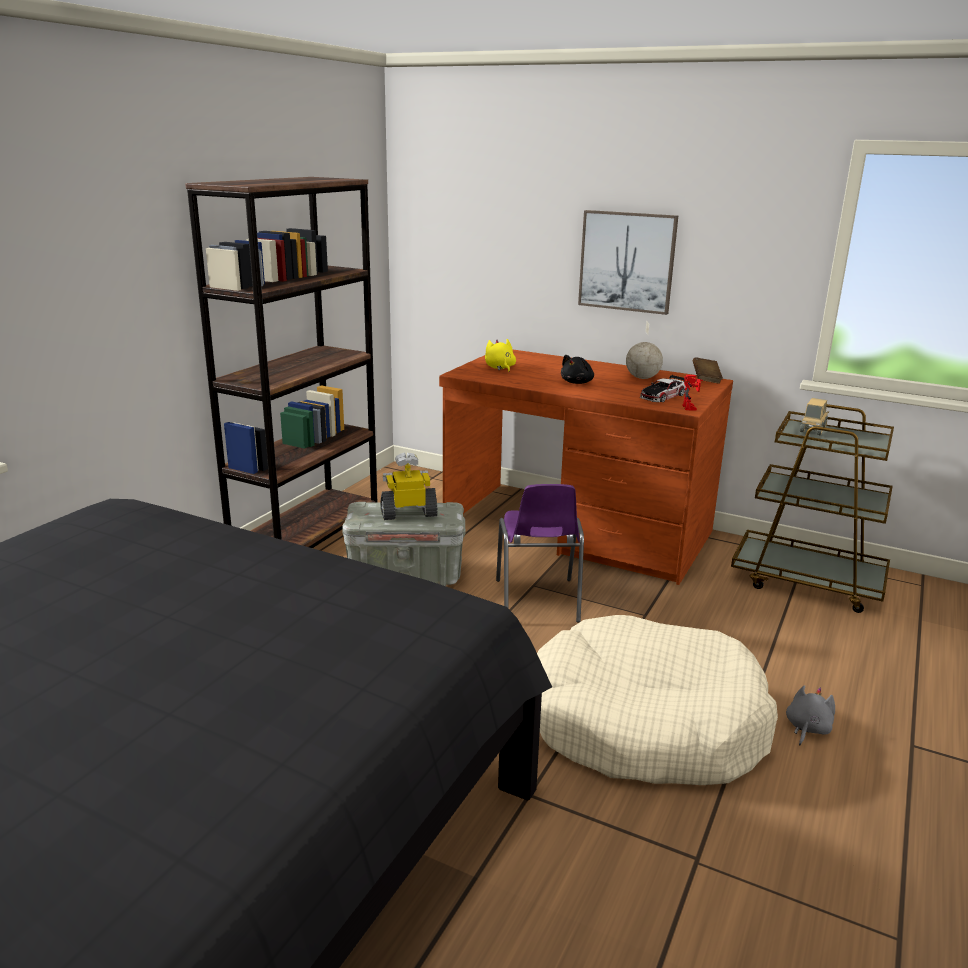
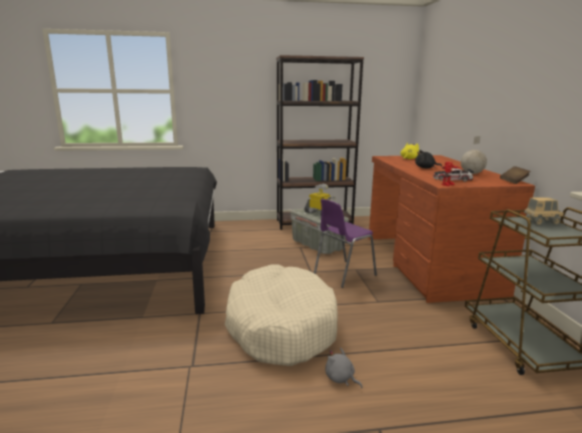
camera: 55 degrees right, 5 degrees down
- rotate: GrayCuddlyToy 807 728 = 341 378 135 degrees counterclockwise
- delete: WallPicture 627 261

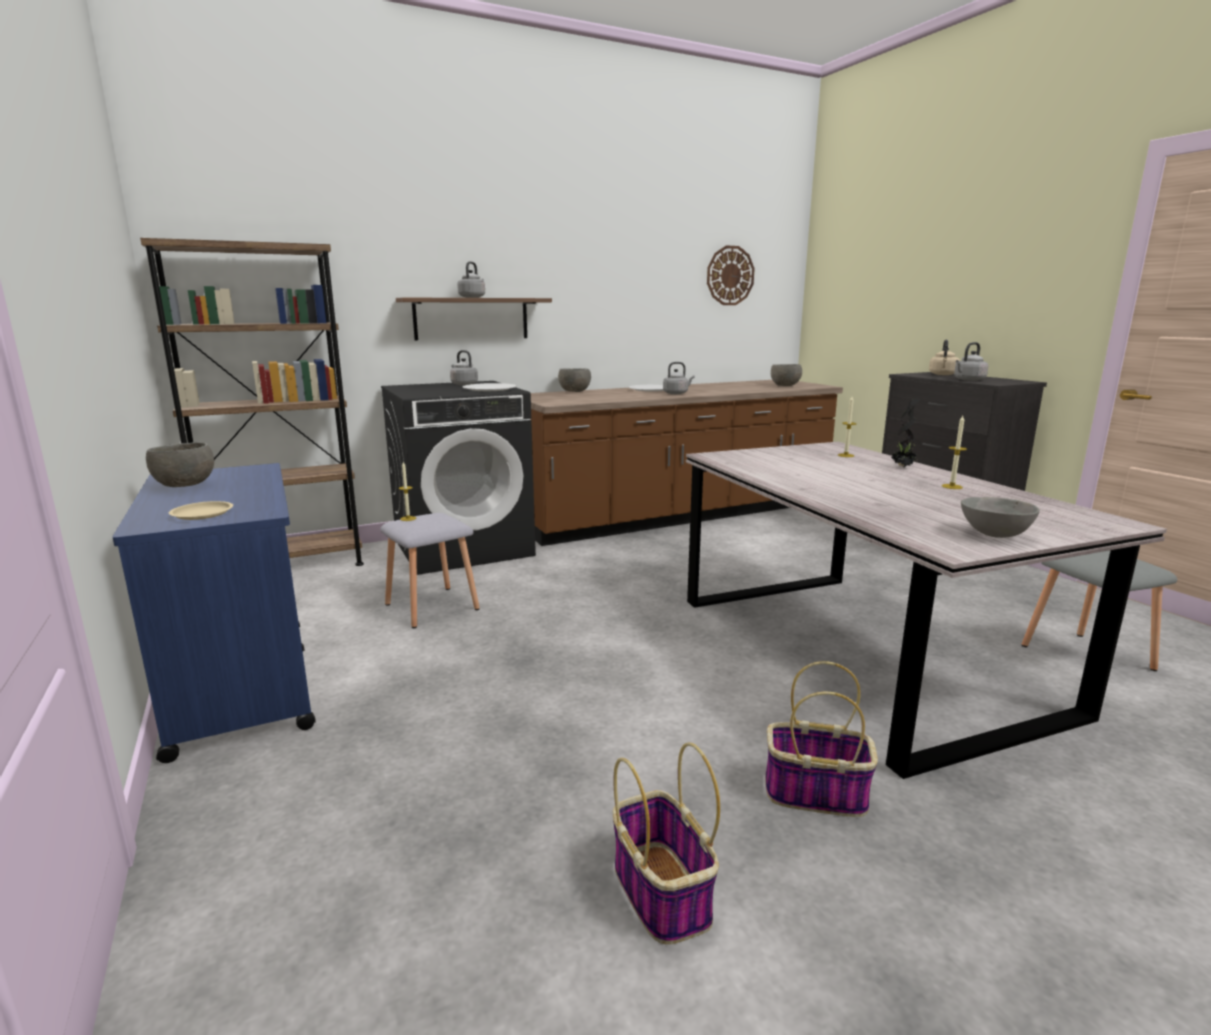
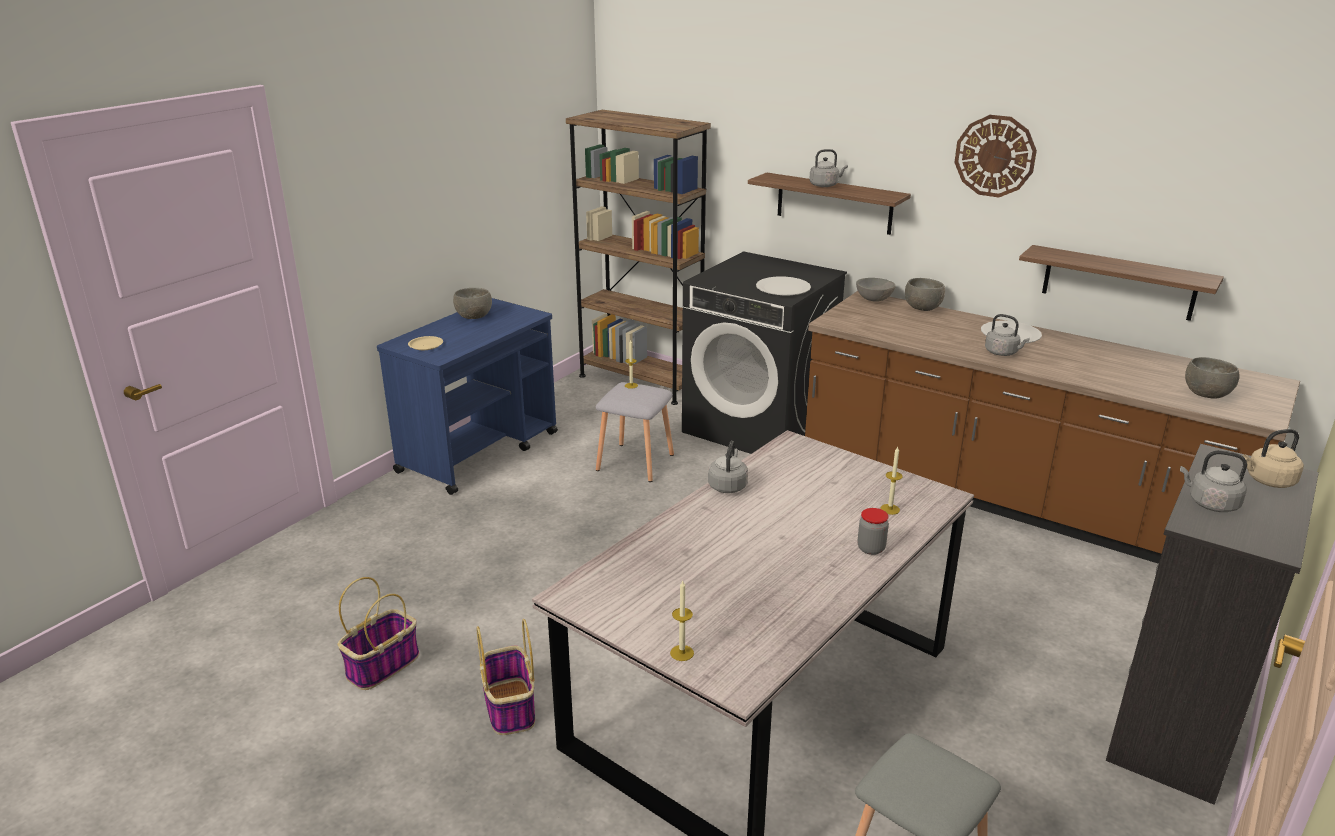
camera: 60 degrees right, 10 degrees up
- move: WaxCandle 952 486 to 682 653
- move: GrayKettle 463 384 to 728 485
- move: GrayBowl 993 535 to 873 299
- replace: PlantInAPot 903 467 to PreserveJar 871 548
- move: HangingClock 730 275 to 995 156
- insert: BracketShelf 1118 283

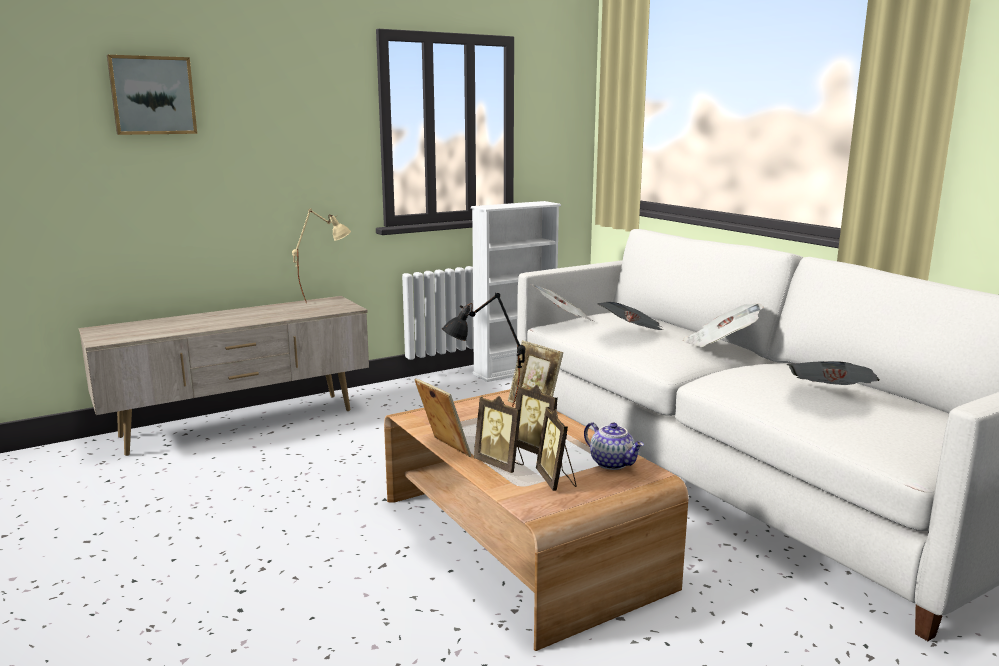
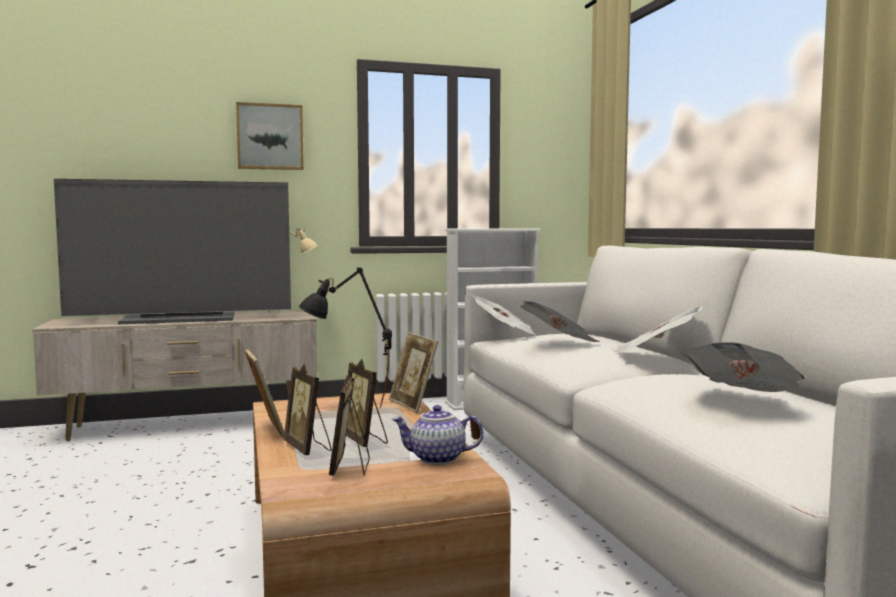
camera: 15 degrees right, 10 degrees down
- insert: TvSet 181 319
- move: WallPicture 152 95 to 270 137
- rotate: TeaPot 613 463 = 437 459 120 degrees clockwise

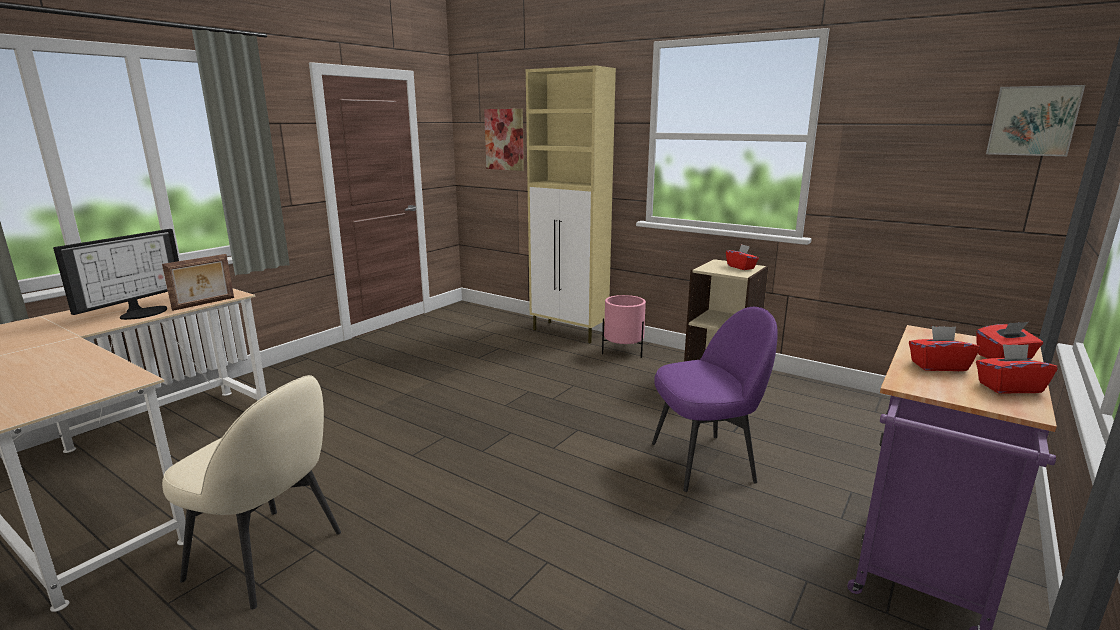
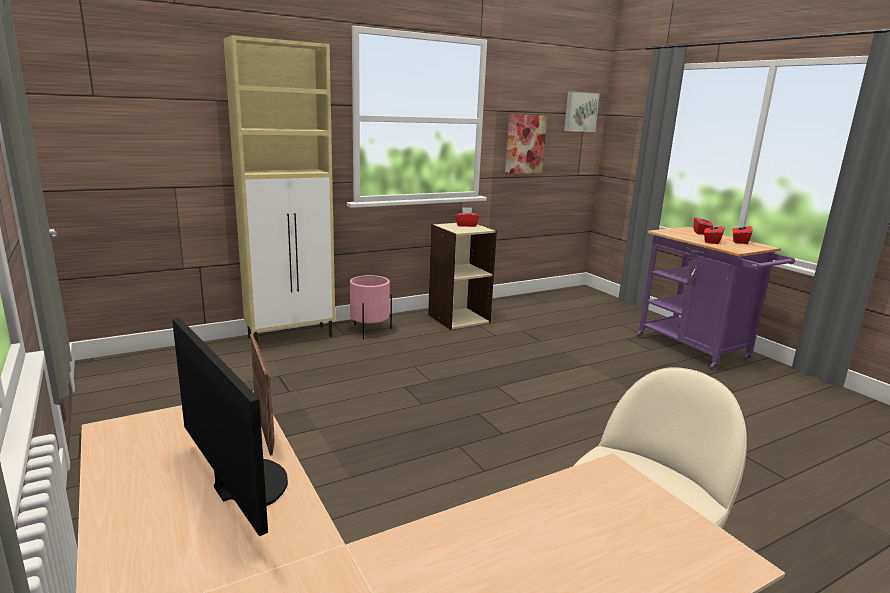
camera: 65 degrees left, 0 degrees up
- move: WallPicture 504 139 to 525 144
- delete: PurplishChair 705 461

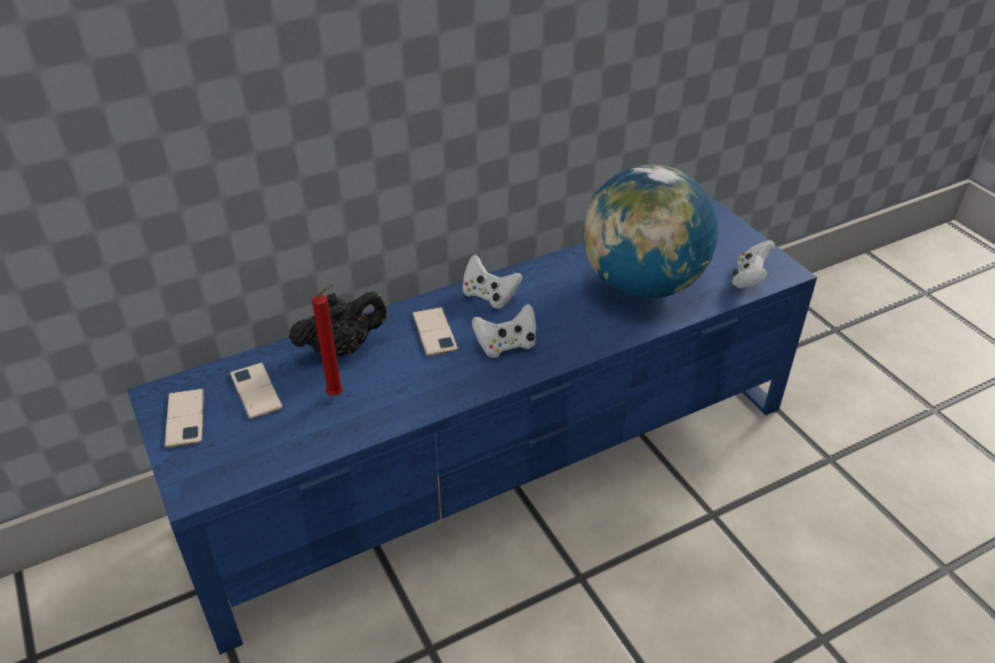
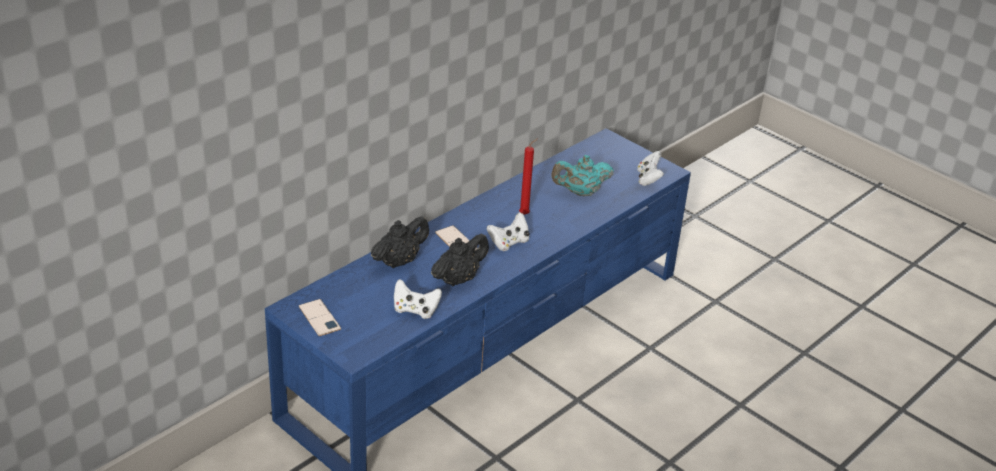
camera: 20 degrees left, 5 degrees down
- move: WhiteGameController 489 296 to 415 310
- insert: BlackishTeaPot 458 279
- move: ReddishWaxCandle 338 394 to 525 214
- replace: Globe 642 285 to BlueGreenTeaPot 580 192
- delete: Phone 256 391

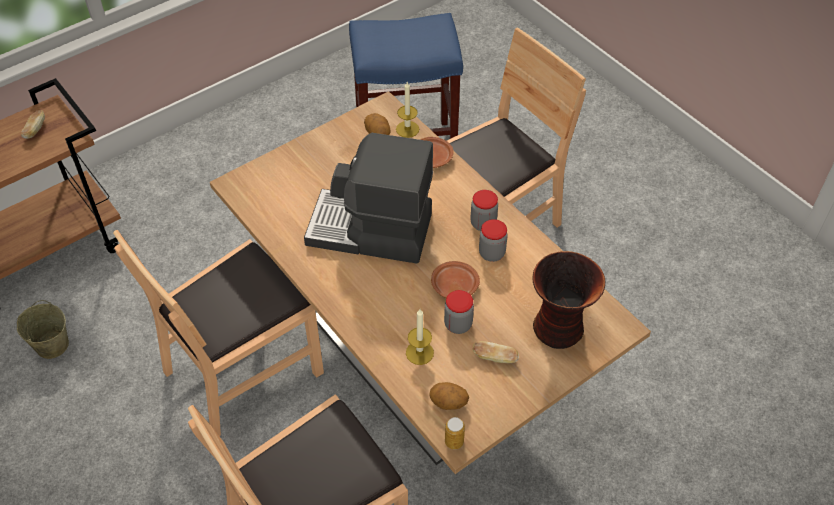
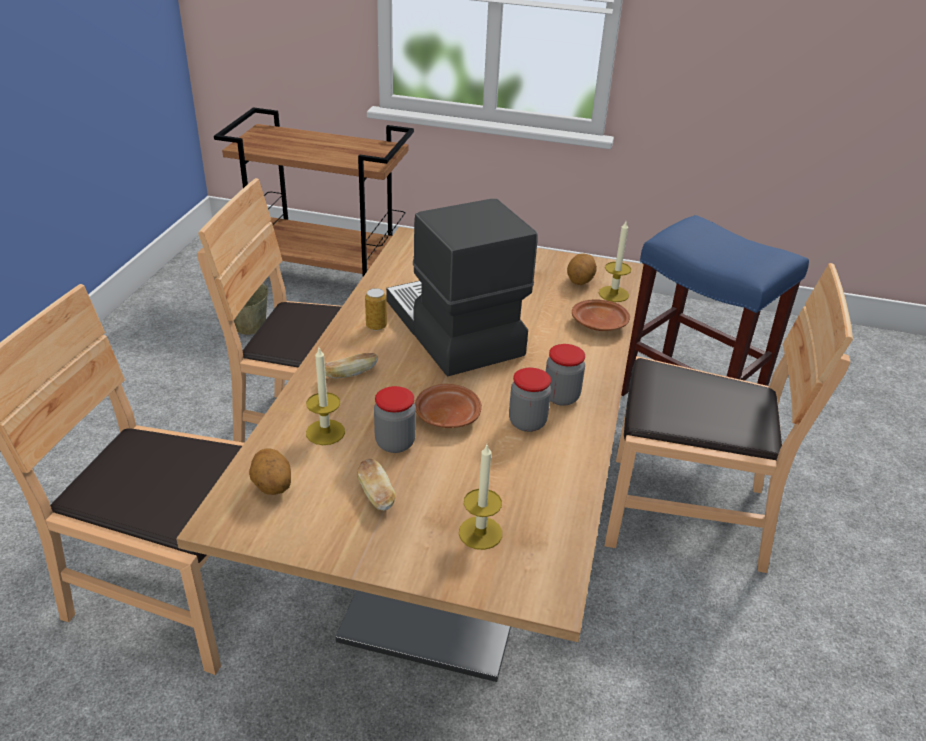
camera: 50 degrees right, 15 degrees down
- move: Bread 35 130 to 350 374
- move: MetalCan 454 442 to 376 326
- replace: Vase 560 329 to WaxCandle 480 533

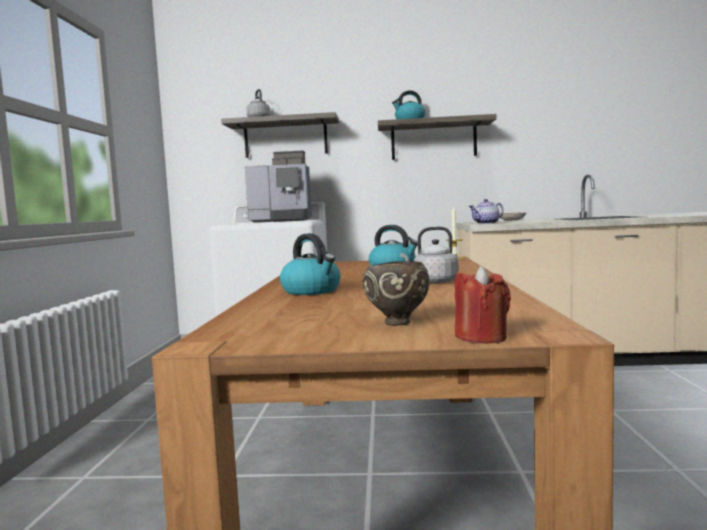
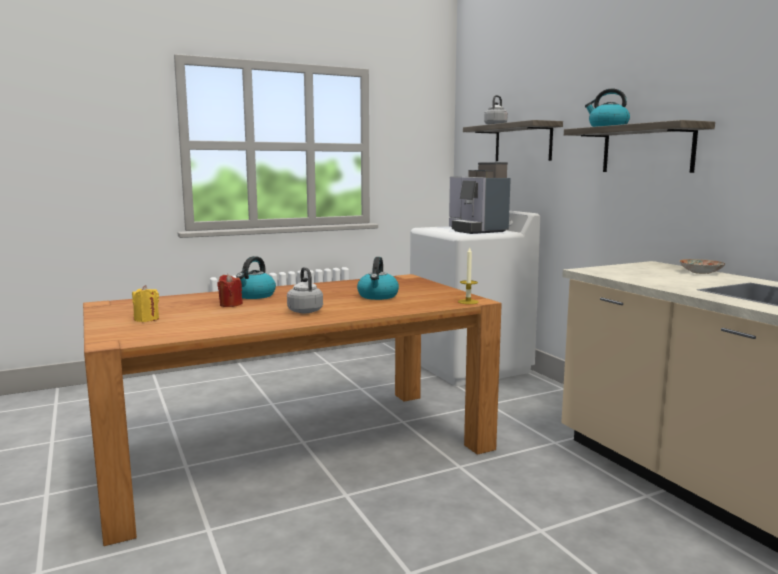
camera: 60 degrees right, 5 degrees up
- replace: BrownColouredBowl 397 322 to YellowWaxCandle 146 319
- move: ReddishWaxCandle 481 337 to 230 304
- delete: TeaPot 486 223

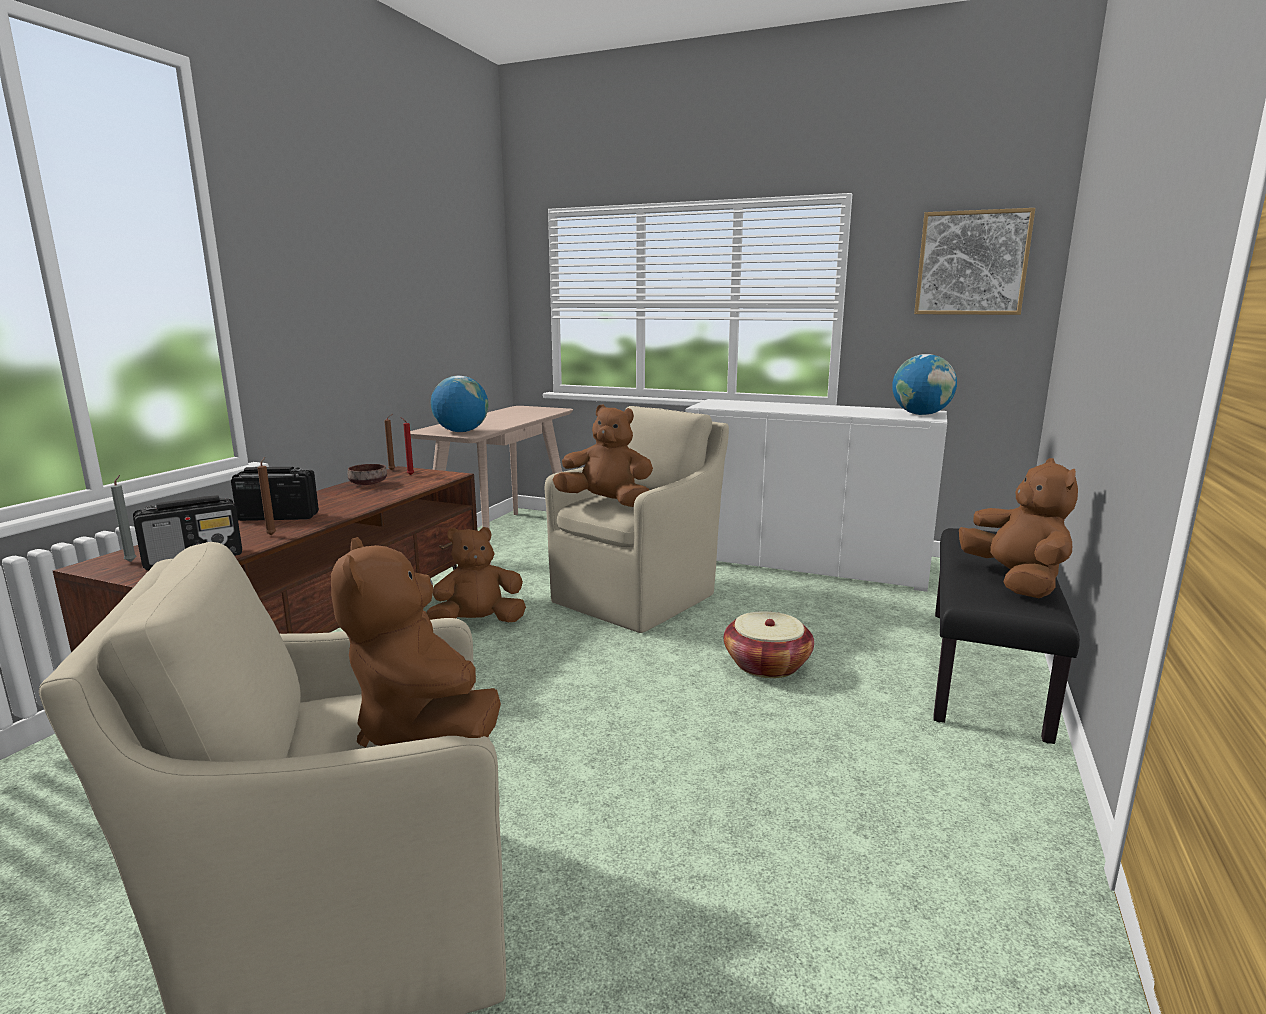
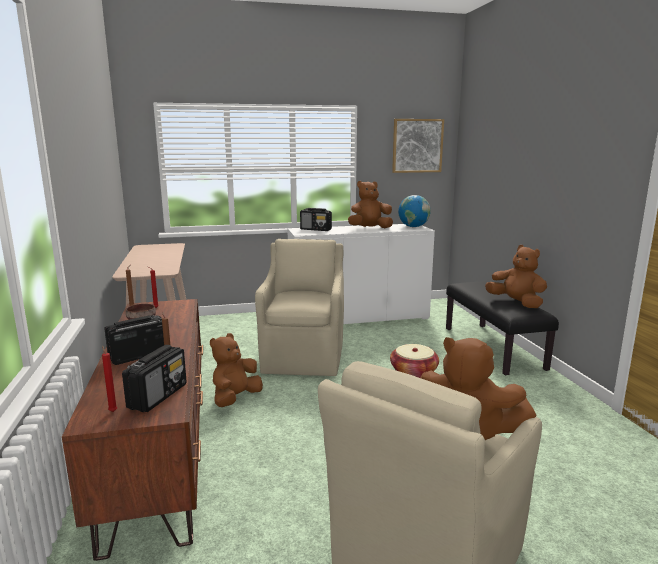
camera: 35 degrees left, 0 degrees up
- recolor: GrayWaxCandle 132 561 to ReddishWaxCandle 112 411
- insert: RadioSet 316 229
- move: BrownColouredCuddlyToy 607 503 to 369 228
- delete: Globe 461 431

